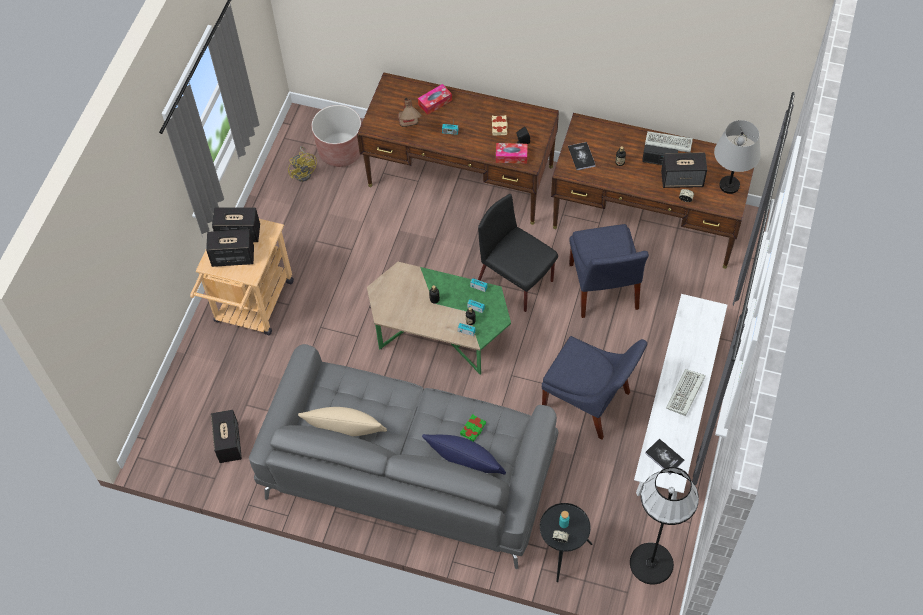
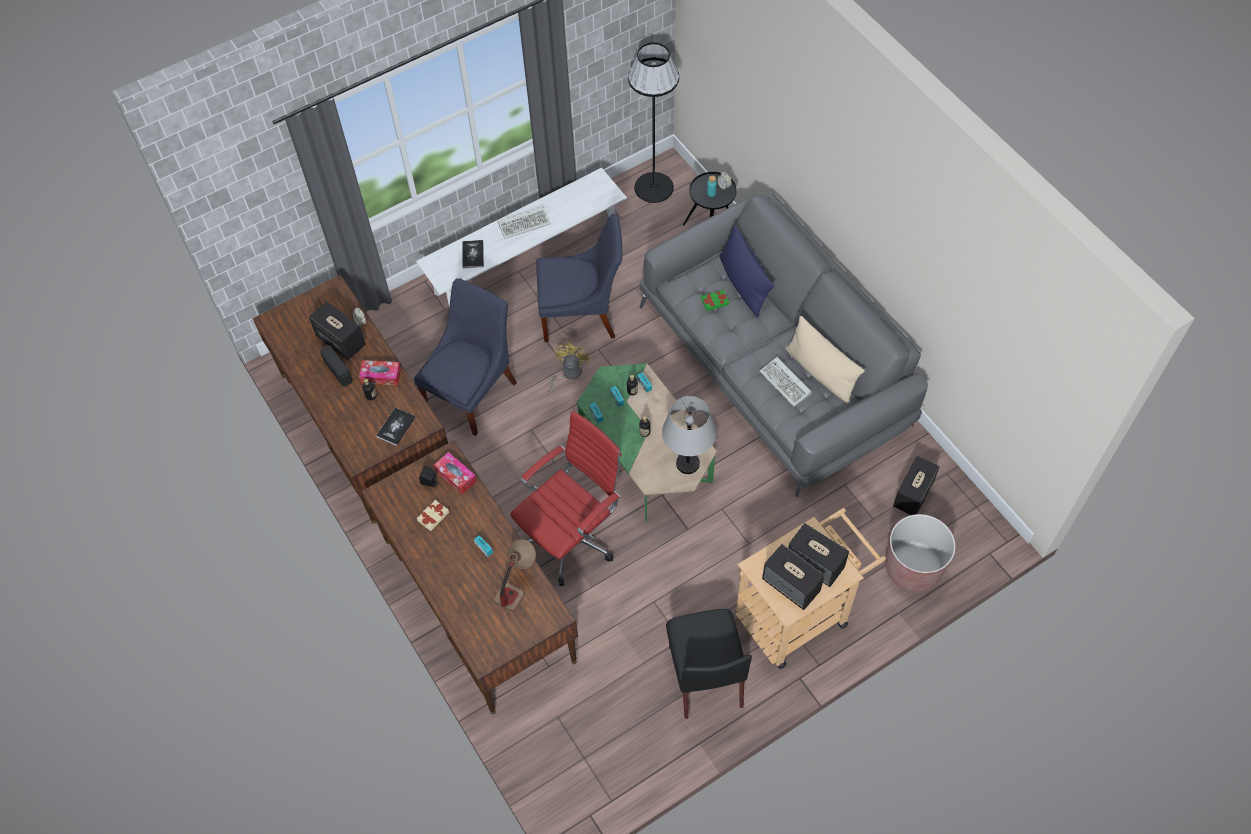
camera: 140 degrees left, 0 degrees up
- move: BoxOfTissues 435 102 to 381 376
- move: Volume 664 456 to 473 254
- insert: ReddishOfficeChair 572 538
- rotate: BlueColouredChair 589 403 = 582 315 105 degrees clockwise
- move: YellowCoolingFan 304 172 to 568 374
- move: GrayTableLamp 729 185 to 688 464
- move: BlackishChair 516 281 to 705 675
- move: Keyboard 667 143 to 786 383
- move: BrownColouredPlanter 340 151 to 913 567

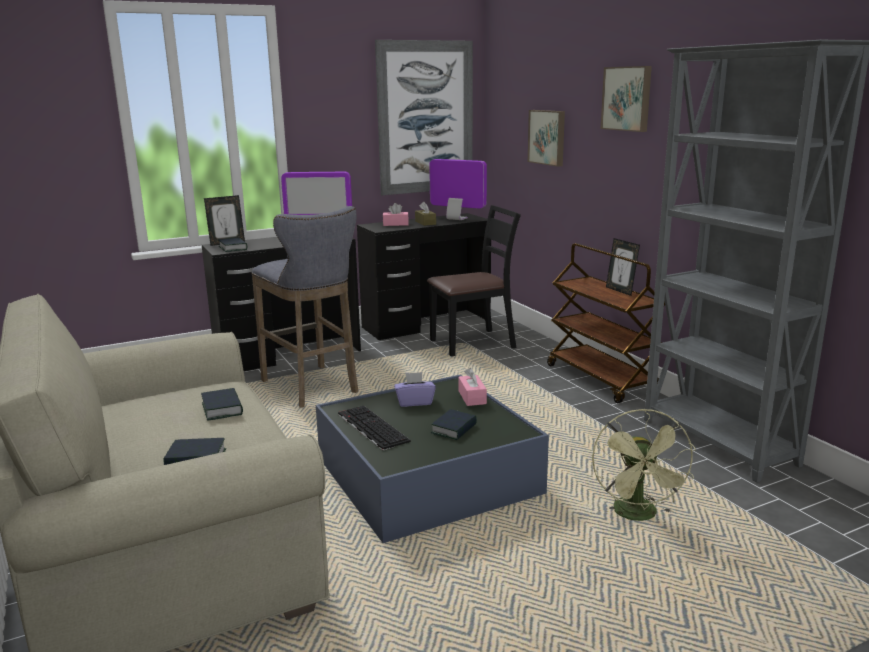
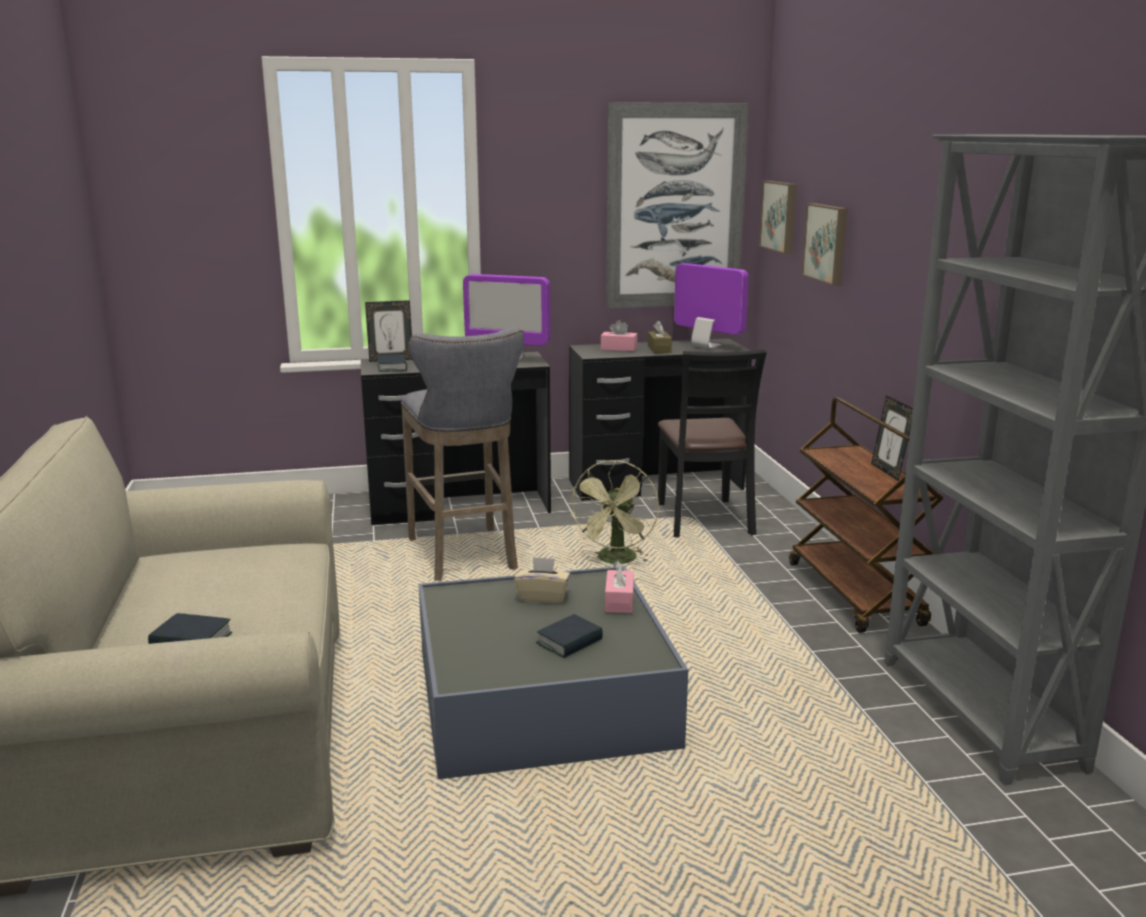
camera: 15 degrees right, 0 degrees up
- recolor: PurplishBoxOfTissues 414 402 to BeigeBoxOfTissues 543 597
- move: GreenCoolingFan 639 516 to 616 561
- rotate: BlackishChair 473 343 = 703 519 90 degrees clockwise
- move: WallPicture 627 98 to 780 216
- delete: Volume 222 409
- delete: Keyboard 371 427

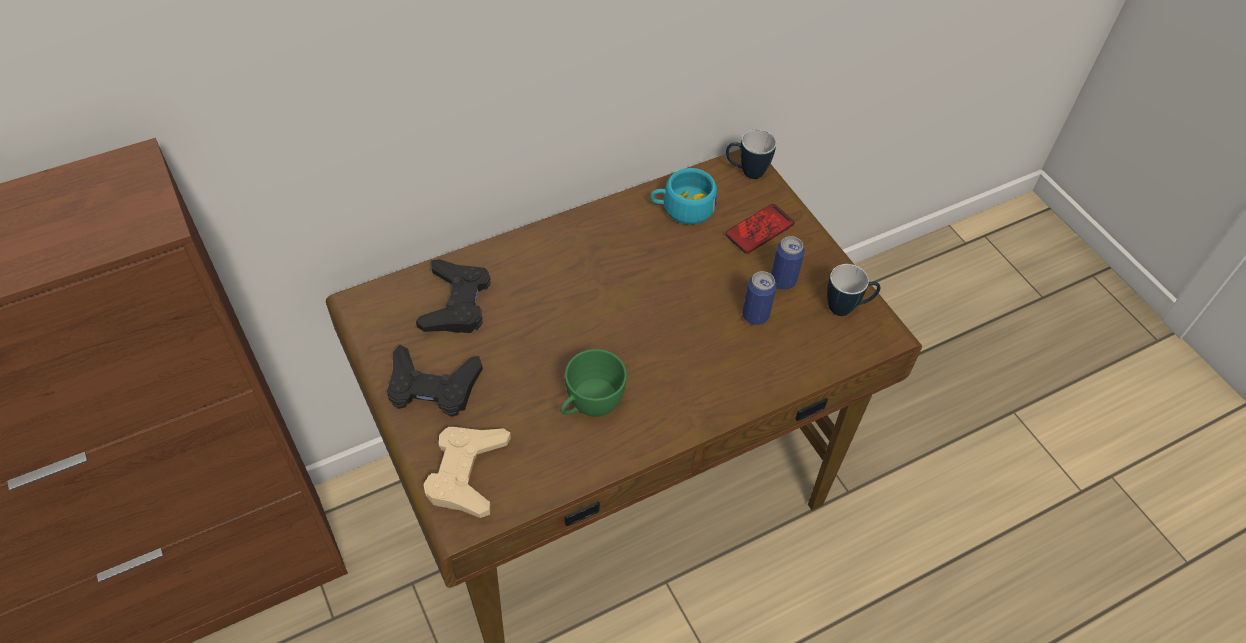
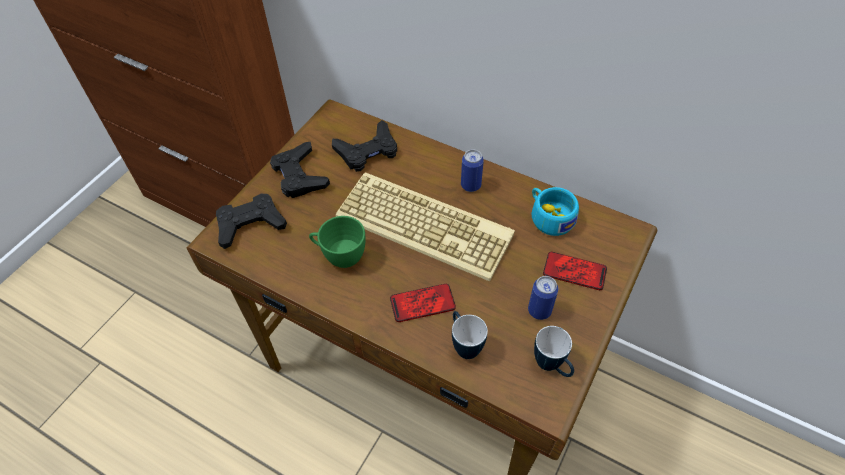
camera: 60 degrees right, 0 degrees up
- recolor: BeigeGameController 467 473 to BlackishGameController 250 224
- insert: Keyboard 426 224
- insert: Phone 422 303
- move: Mug 746 172 to 464 345
- move: MetalCan 755 315 to 470 185

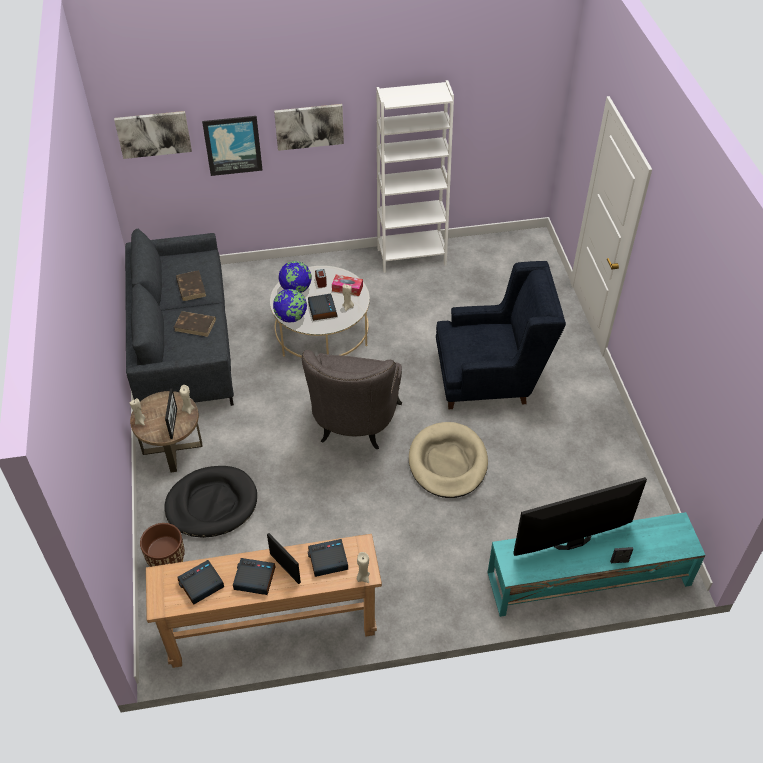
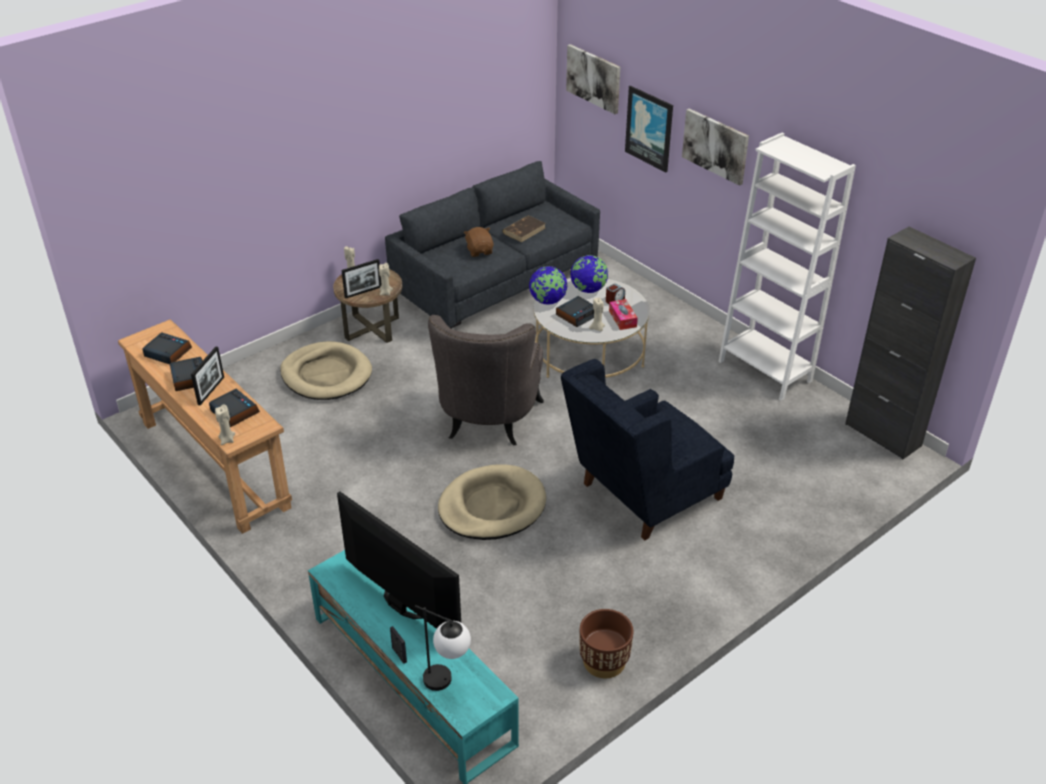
camera: 60 degrees right, 10 degrees down
- recolor: BlackishDogCushion 212 504 to BeigeDogCushion 326 375
- insert: TableLamp 447 683
- rotate: GrayEasyChair 354 425 = 487 422 60 degrees counterclockwise
- replace: BrownColouredVolume 195 325 to BrownColouredCuddlyToy 479 251
- rotate: BlueColouredEasyChair 491 377 = 642 496 90 degrees clockwise
- move: BrownColouredPlanter 167 560 to 604 661
- insert: BlackishCupboard 883 435

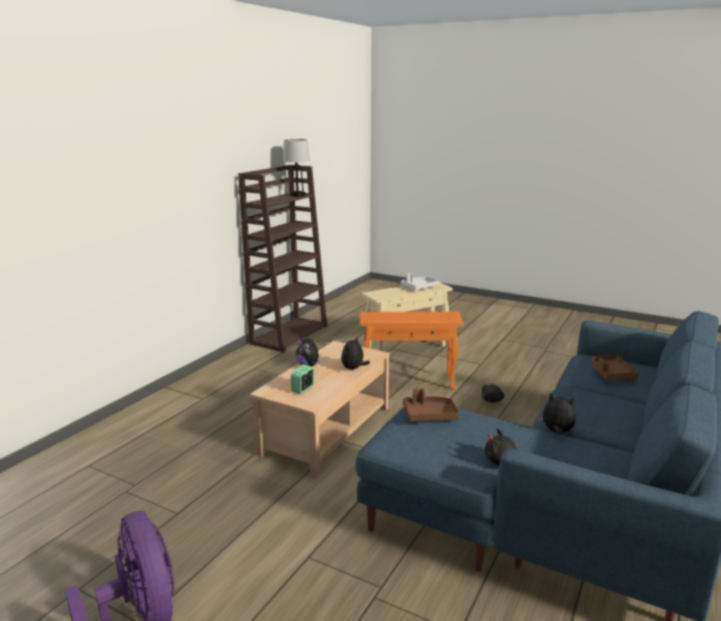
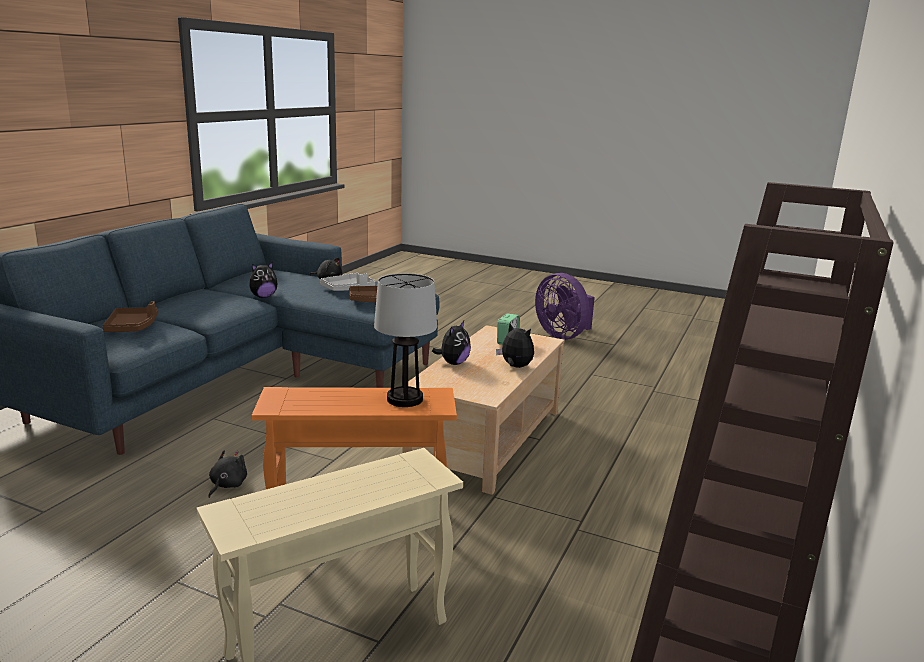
camera: 175 degrees right, 0 degrees up
- rotate: CuddlyToy 556 432 = 263 296 60 degrees counterclockwise
- move: GrayCarryingTray 419 287 to 348 289
- move: TableLamp 297 195 to 404 399

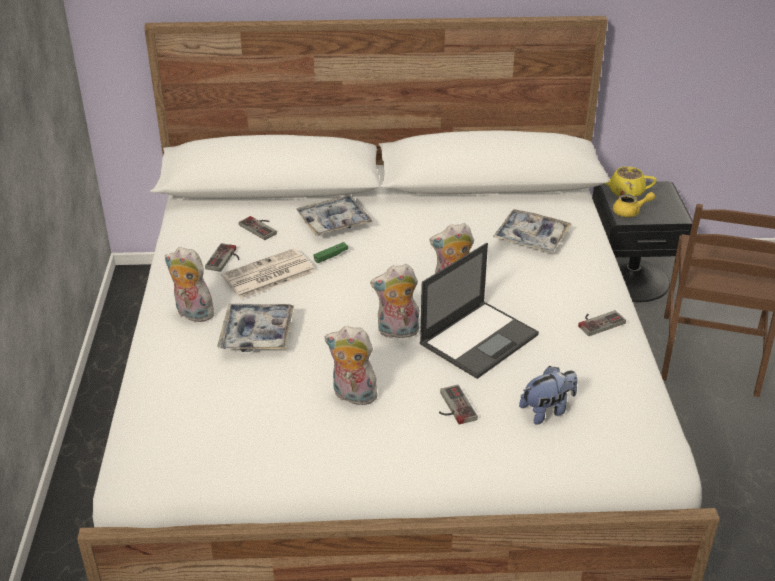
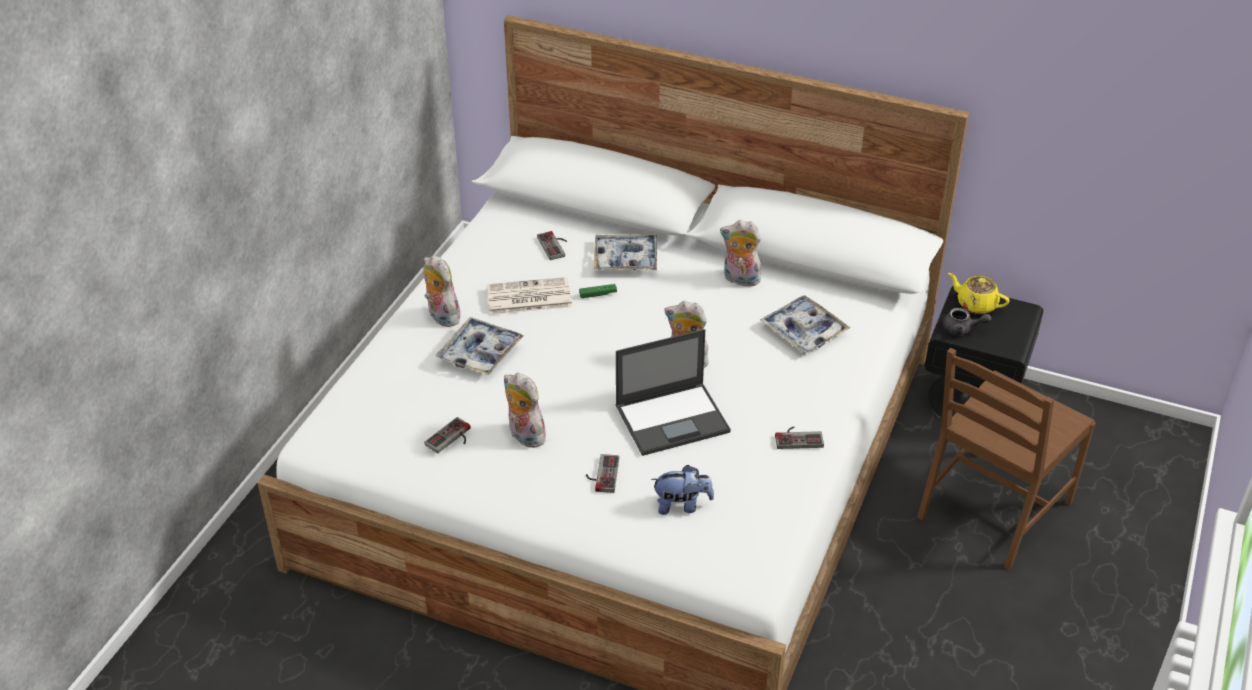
camera: 25 degrees right, 5 degrees up
- move: GameController 225 259 to 451 439
- move: CuddlyToy 397 332 to 739 280
- recolor: YellowTeaPot 630 212 to GrayTeaPot 962 329

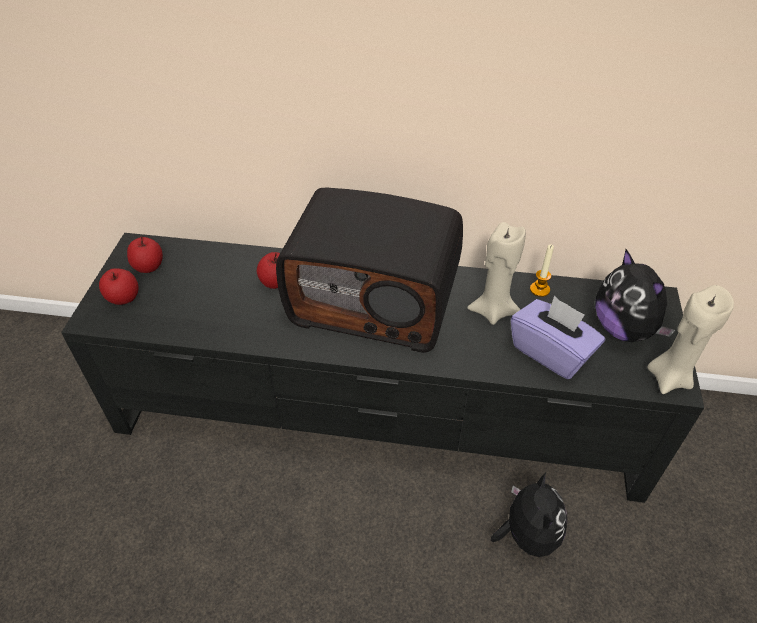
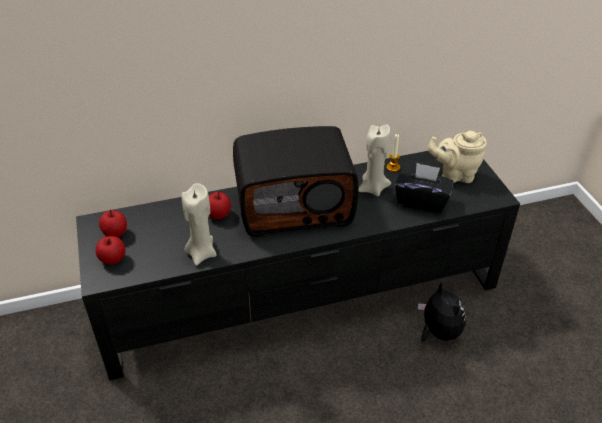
camera: 25 degrees left, 5 degrees down
- move: BeigeWaxCandle 669 377 to 201 253
- recolor: PurplishBoxOfTissues 551 352 to BlackishBoxOfTissues 421 201
- replace: CuddlyToy 624 329 to BeigeTeaPot 454 175

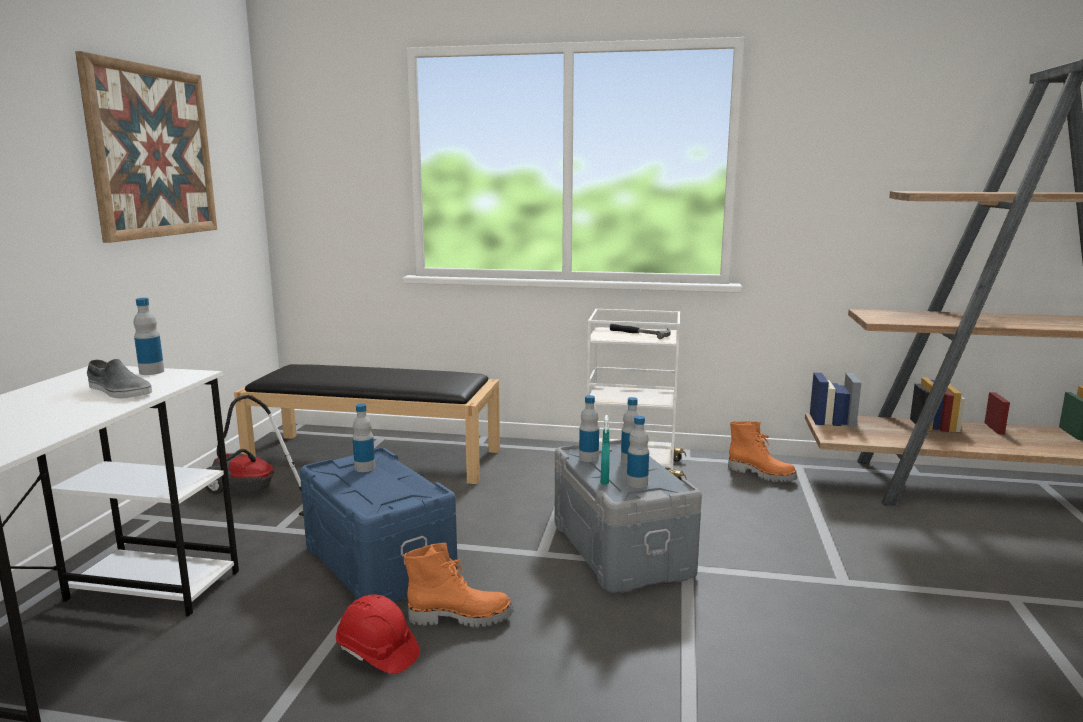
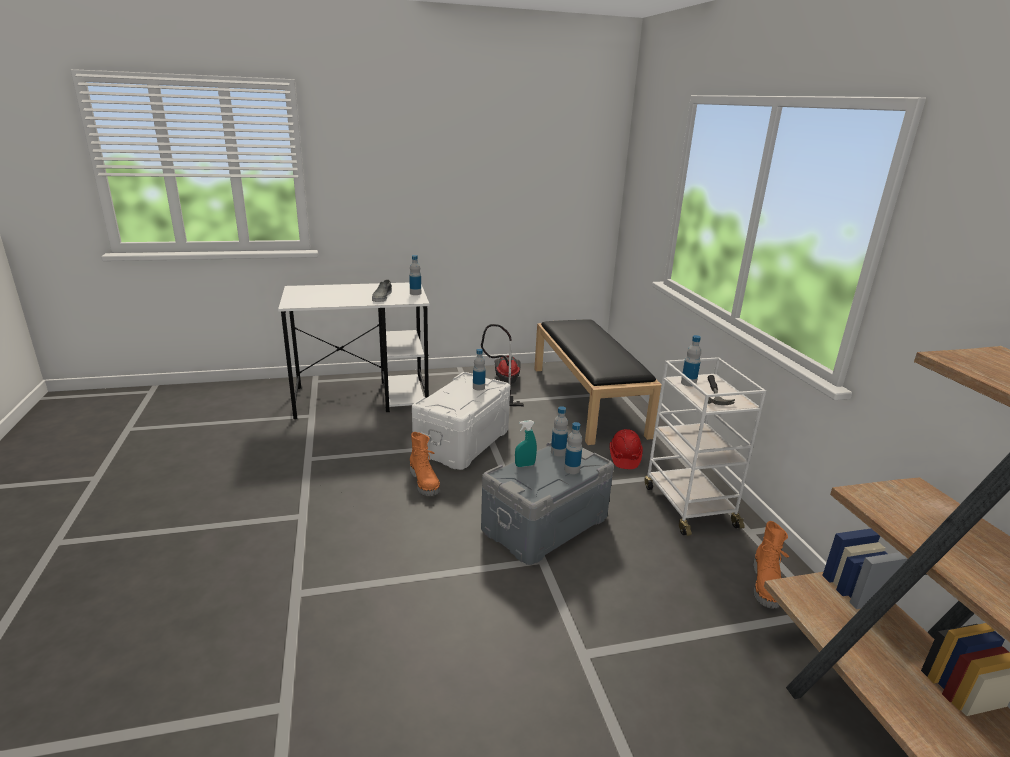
camera: 65 degrees right, 10 degrees up
- recolor: BlueColouredStorageBin 380 562 to WhiteStorageBin 463 442
- move: ReddishHardHat 377 652 to 624 458
- move: BeverageBottle 637 483 to 688 383
- delete: WallPicture 152 152

